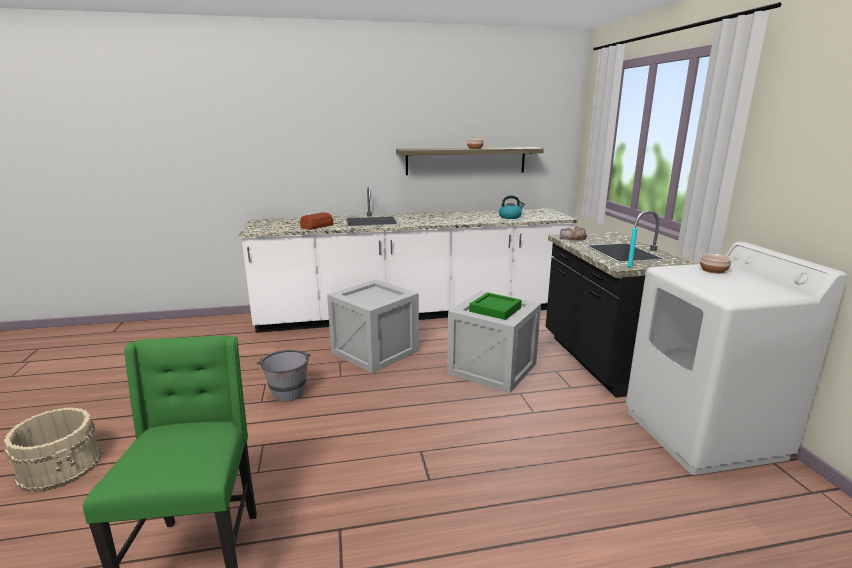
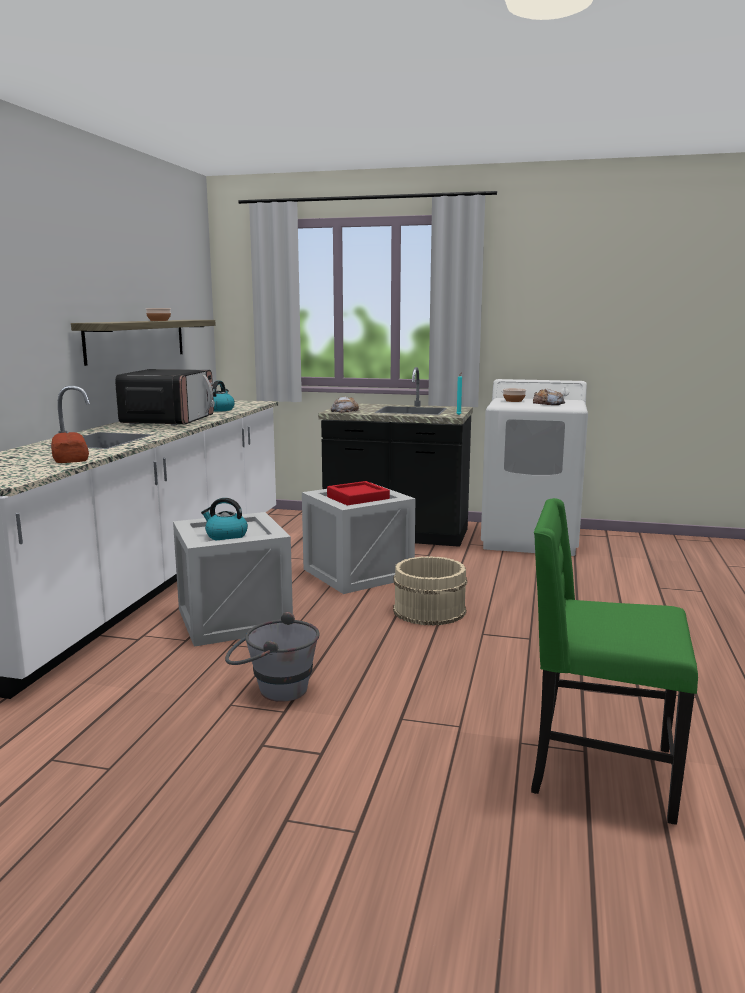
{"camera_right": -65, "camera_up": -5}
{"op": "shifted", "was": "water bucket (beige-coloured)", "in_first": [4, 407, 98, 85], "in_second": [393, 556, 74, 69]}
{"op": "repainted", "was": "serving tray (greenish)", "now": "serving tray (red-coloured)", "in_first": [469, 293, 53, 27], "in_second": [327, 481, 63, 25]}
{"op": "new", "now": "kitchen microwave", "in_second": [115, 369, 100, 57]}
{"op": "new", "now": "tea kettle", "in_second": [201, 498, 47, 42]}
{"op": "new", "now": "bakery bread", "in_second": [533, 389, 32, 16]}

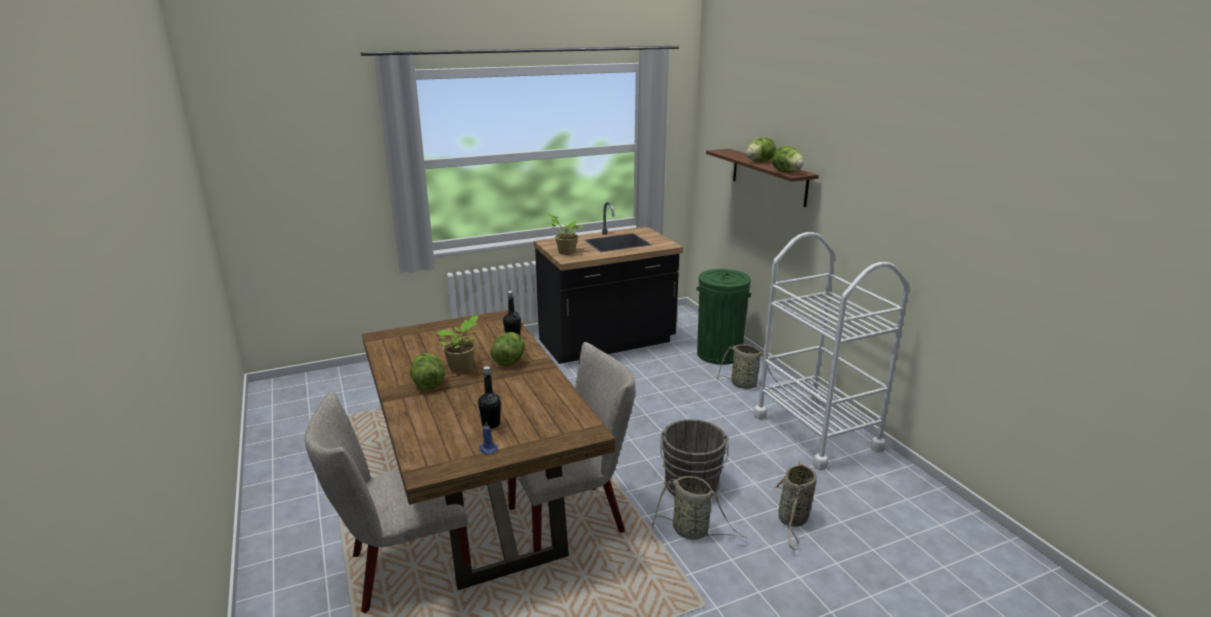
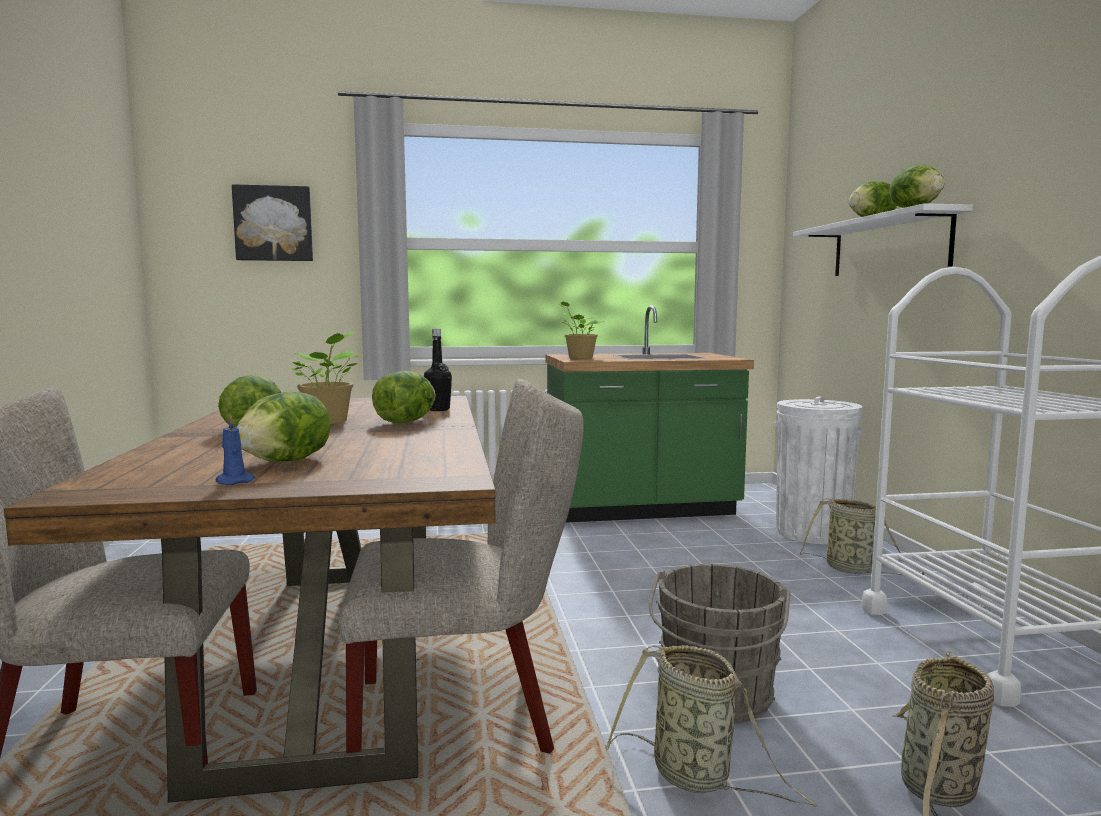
{"camera_right": 15, "camera_up": -15}
{"op": "swapped", "was": "bottle (black-coloured)", "now": "lettuce head", "in_first": [478, 366, 23, 63], "in_second": [237, 391, 94, 71]}
{"op": "repainted", "was": "kitchen counter (black-coloured)", "now": "kitchen counter (greenish)", "in_first": [534, 202, 149, 162], "in_second": [546, 305, 208, 218]}
{"op": "repainted", "was": "trash can (greenish)", "now": "trash can (white-coloured)", "in_first": [697, 269, 54, 96], "in_second": [775, 397, 88, 147]}
{"op": "repainted", "was": "shelf (brownish)", "now": "shelf (white-coloured)", "in_first": [706, 149, 113, 58], "in_second": [793, 203, 180, 73]}
{"op": "new", "now": "wall art", "in_second": [232, 184, 81, 77]}

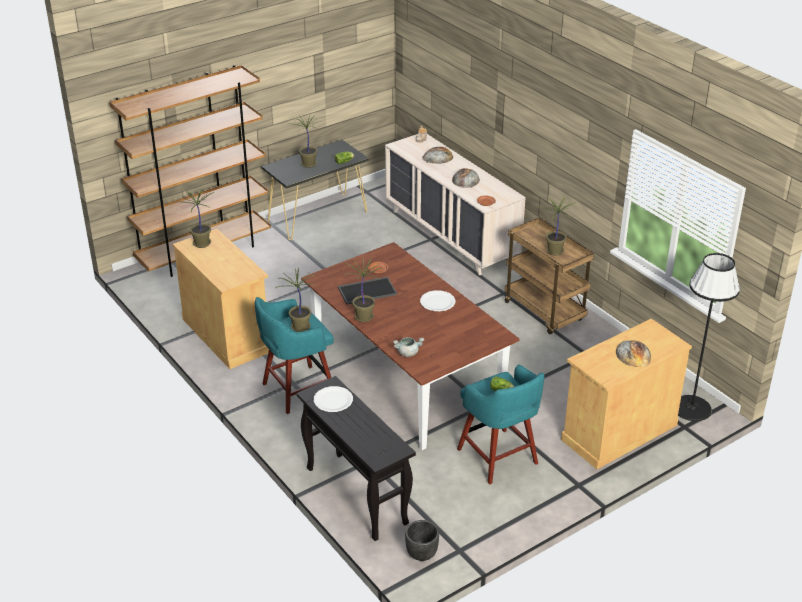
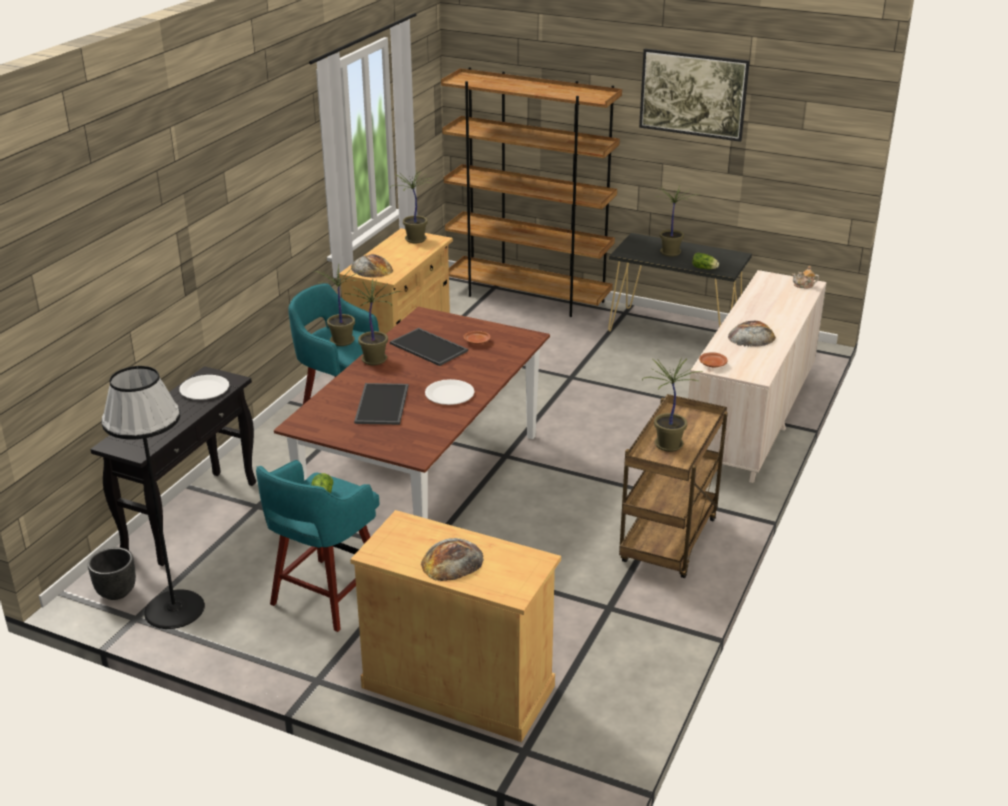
{"camera_right": 60, "camera_up": -5}
{"op": "gone", "was": "cooking pot (grey)", "in_first": [393, 337, 31, 20]}
{"op": "shifted", "was": "bakery bread", "in_first": [422, 147, 31, 17], "in_second": [351, 254, 42, 24]}
{"op": "shifted", "was": "floor lamp (black-coloured)", "in_first": [678, 253, 62, 168], "in_second": [101, 366, 104, 263]}
{"op": "new", "now": "serving tray", "in_second": [354, 383, 54, 42]}
{"op": "new", "now": "wall art", "in_second": [639, 49, 111, 93]}

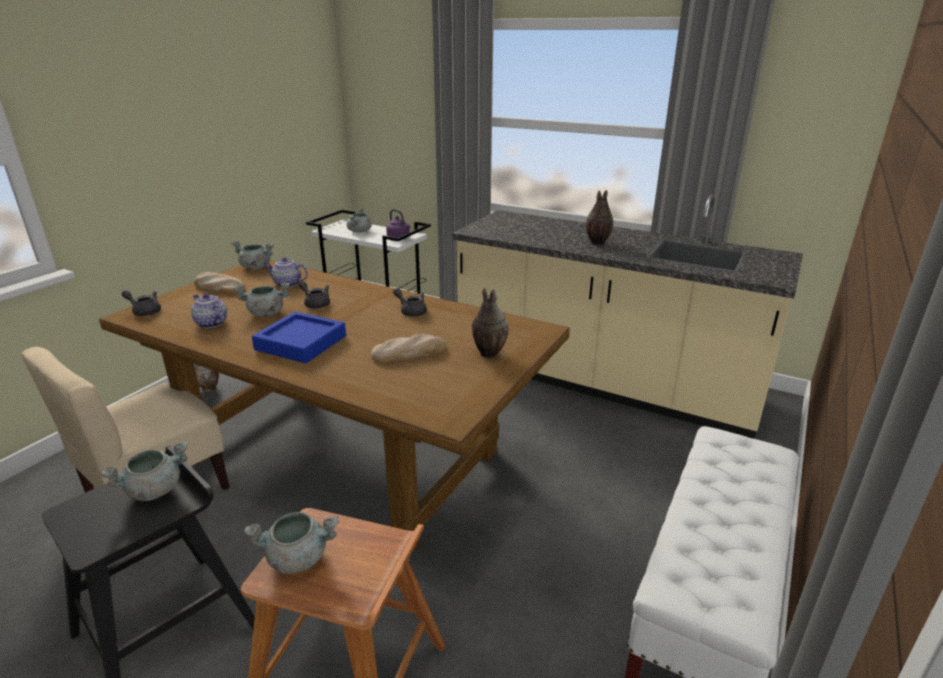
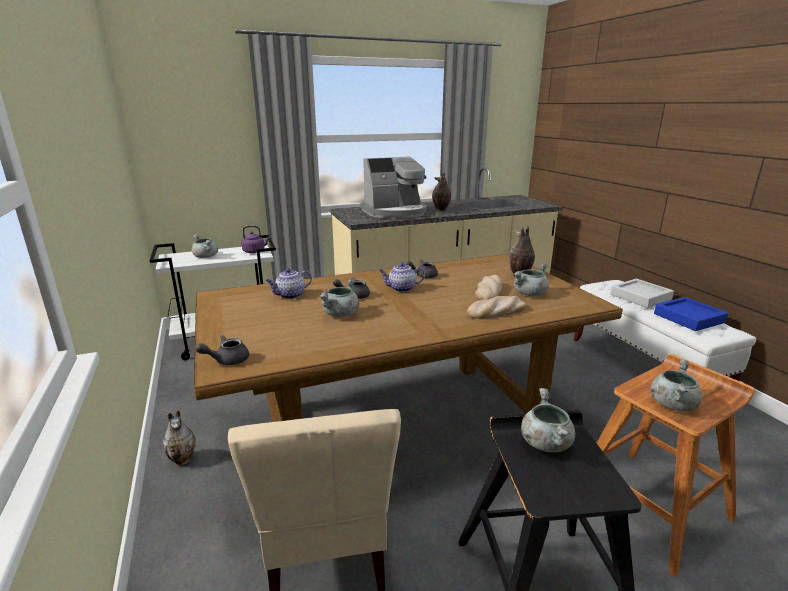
{"camera_right": -50, "camera_up": -5}
{"op": "shifted", "was": "tea pot", "in_first": [191, 293, 36, 35], "in_second": [379, 263, 46, 29]}
{"op": "shifted", "was": "bakery bread", "in_first": [194, 272, 51, 22], "in_second": [467, 296, 60, 23]}
{"op": "shifted", "was": "cooking pot (grey)", "in_first": [231, 241, 43, 28], "in_second": [513, 264, 36, 32]}
{"op": "shifted", "was": "serving tray (blue)", "in_first": [252, 311, 94, 52], "in_second": [654, 297, 74, 34]}
{"op": "new", "now": "coffee brewer", "in_second": [360, 156, 67, 63]}
{"op": "new", "now": "serving tray (grey)", "in_second": [610, 279, 64, 29]}

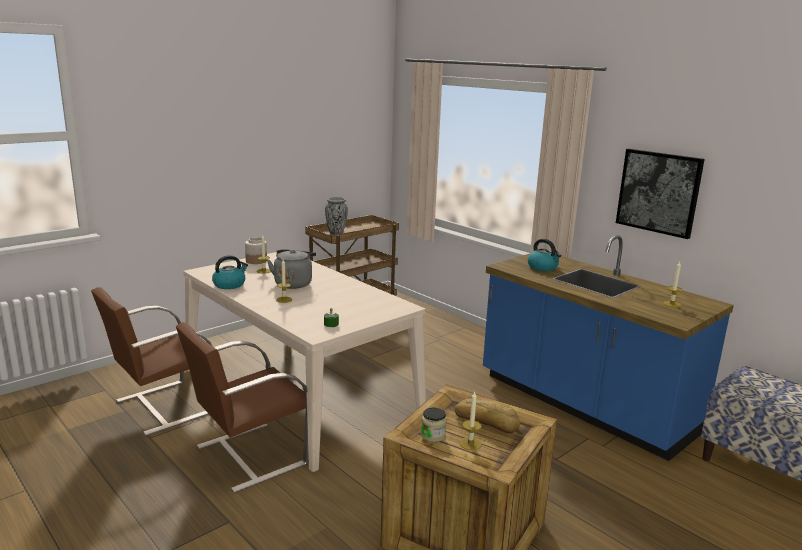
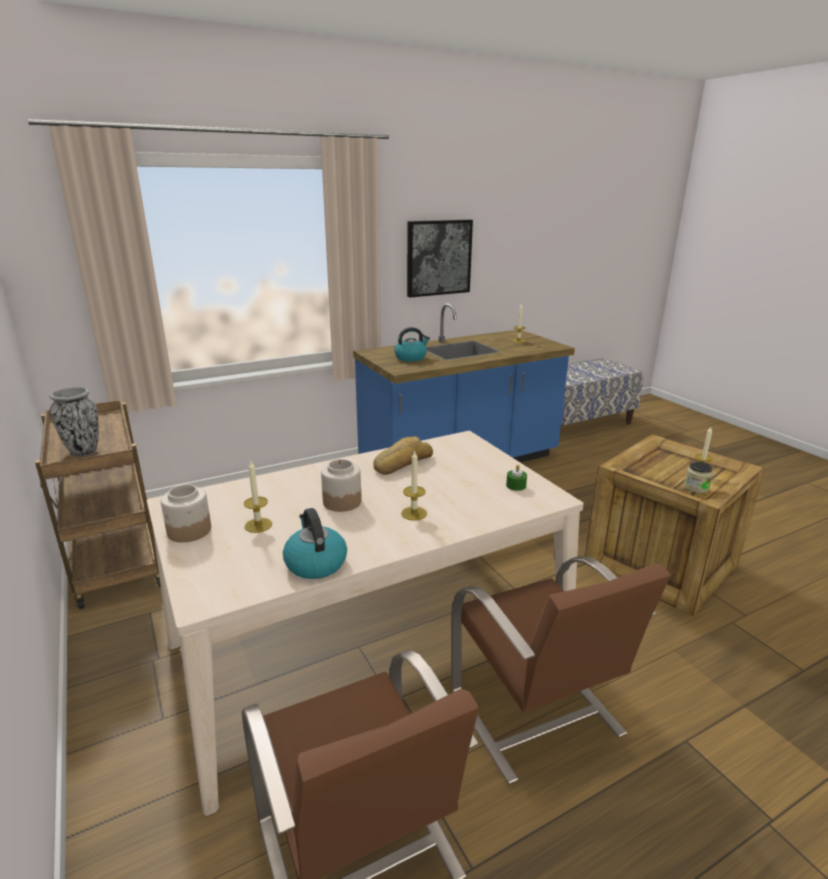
{"camera_right": -75, "camera_up": 5}
{"op": "swapped", "was": "tea kettle (grey)", "now": "jar", "in_first": [267, 249, 49, 40], "in_second": [321, 459, 41, 53]}
{"op": "shifted", "was": "bakery bread", "in_first": [455, 399, 65, 34], "in_second": [373, 436, 60, 39]}

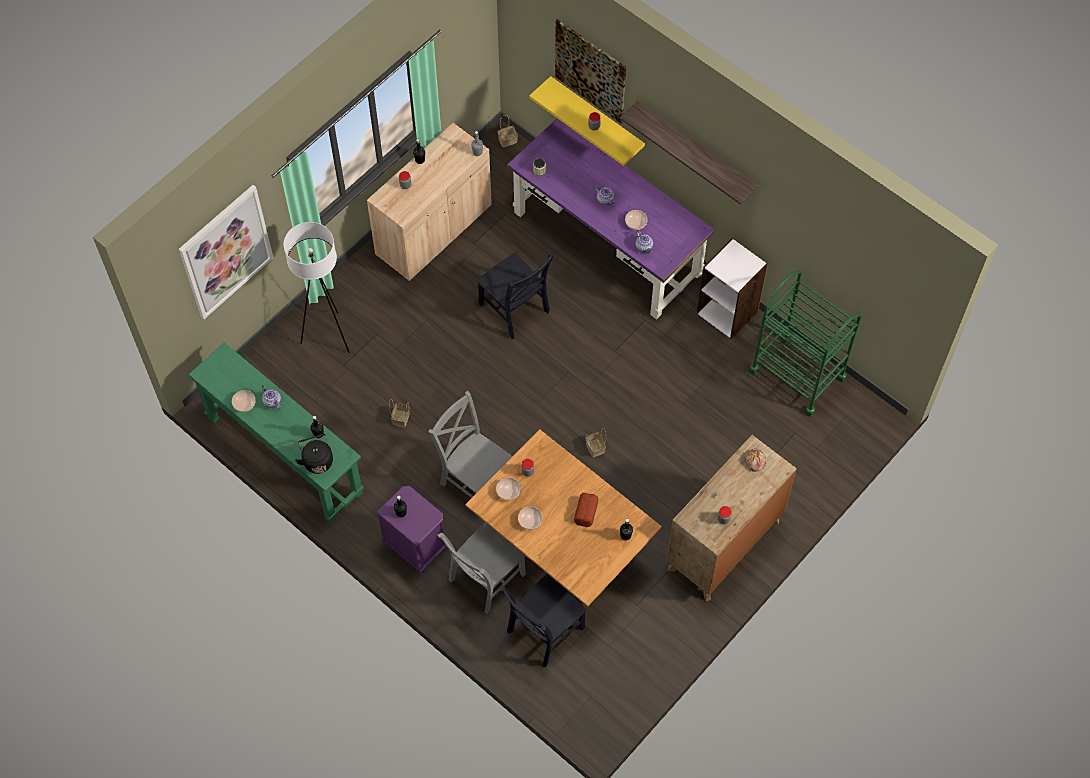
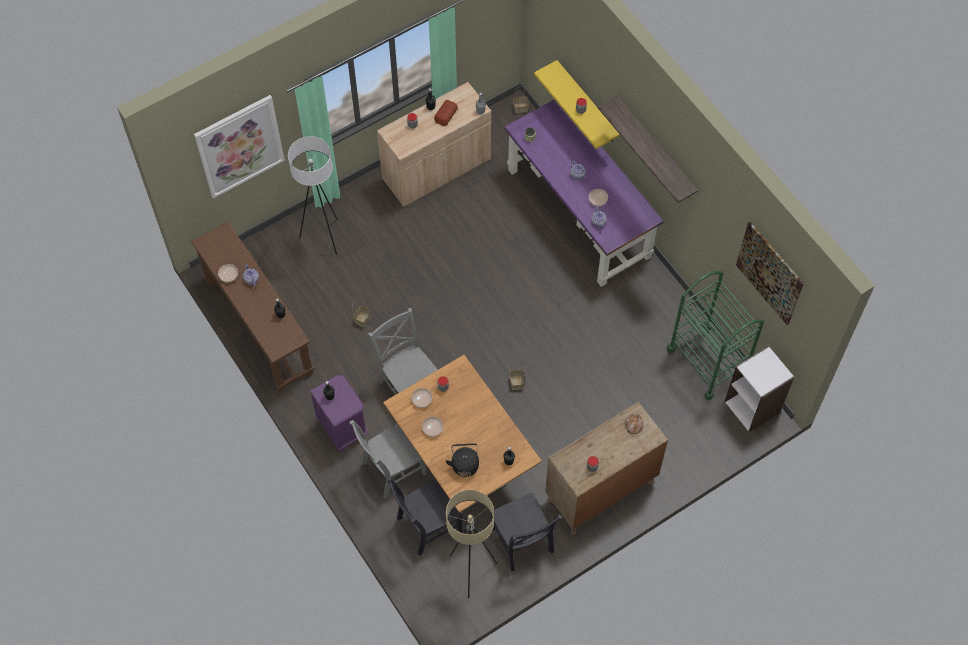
{"camera_right": 15, "camera_up": 0}
{"op": "repainted", "was": "hall table (greenish)", "now": "hall table (brownish)", "in_first": [189, 342, 175, 181], "in_second": [191, 222, 123, 170]}
{"op": "shifted", "was": "tea kettle (black-coloured)", "in_first": [295, 434, 38, 40], "in_second": [446, 443, 33, 34]}
{"op": "shifted", "was": "chair (black-coloured)", "in_first": [476, 253, 79, 86], "in_second": [490, 493, 72, 78]}
{"op": "shifted", "was": "wall art", "in_first": [555, 19, 71, 105], "in_second": [736, 222, 68, 103]}
{"op": "shifted", "was": "bakery bread", "in_first": [574, 493, 24, 34], "in_second": [434, 100, 24, 26]}
{"op": "shifted", "was": "bookshelf (white-coloured)", "in_first": [697, 238, 71, 101], "in_second": [725, 346, 70, 86]}
{"op": "new", "now": "floor lamp (beige-coloured)", "in_second": [446, 490, 51, 108]}

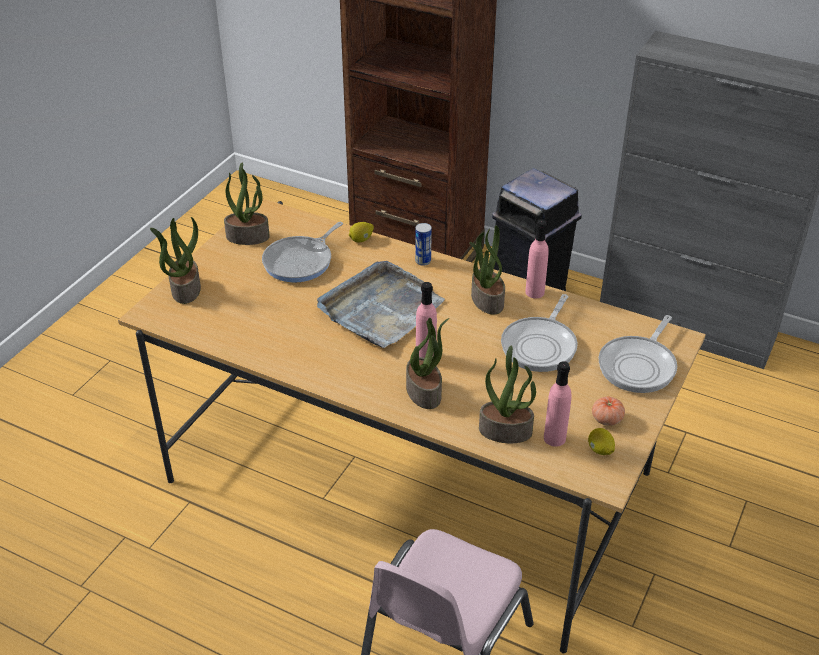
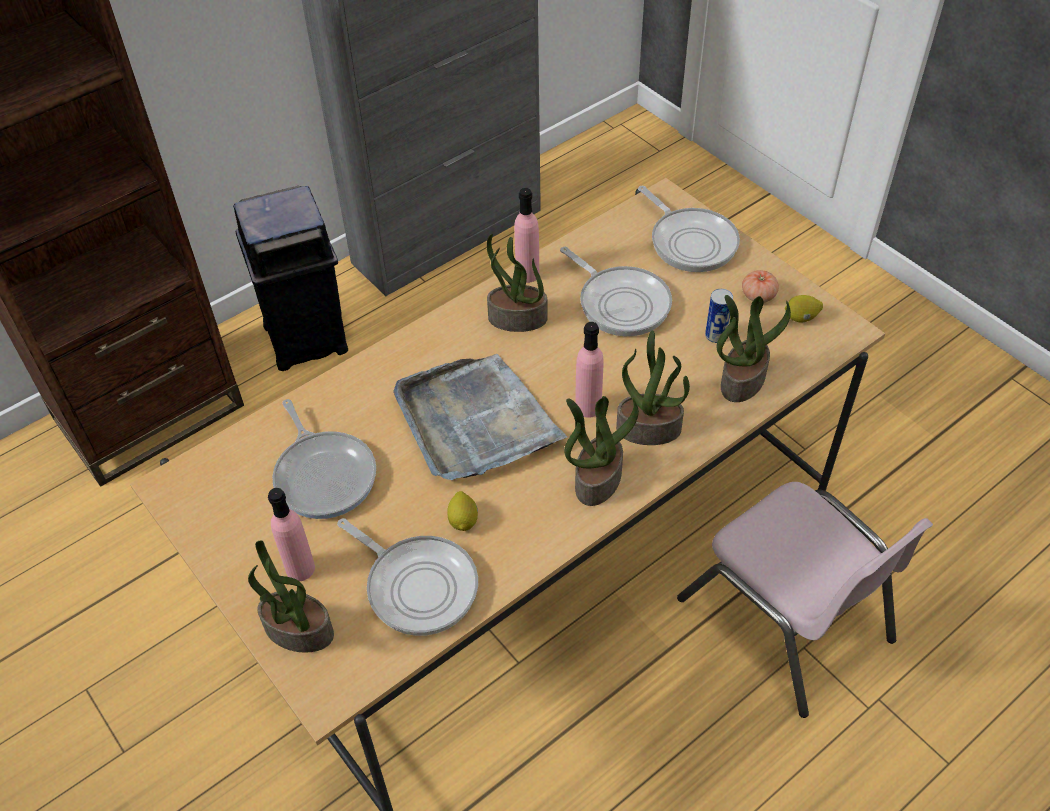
{"camera_right": -65, "camera_up": 10}
{"op": "shifted", "was": "houseplant", "in_first": [224, 163, 46, 82], "in_second": [564, 396, 75, 110]}
{"op": "shifted", "was": "lemon", "in_first": [349, 222, 25, 20], "in_second": [447, 491, 31, 40]}
{"op": "shifted", "was": "can", "in_first": [415, 223, 17, 43], "in_second": [705, 289, 28, 54]}
{"op": "shifted", "was": "bottle (pink)", "in_first": [544, 361, 28, 86], "in_second": [268, 488, 47, 93]}
{"op": "new", "now": "frying pan", "in_second": [337, 518, 141, 118]}

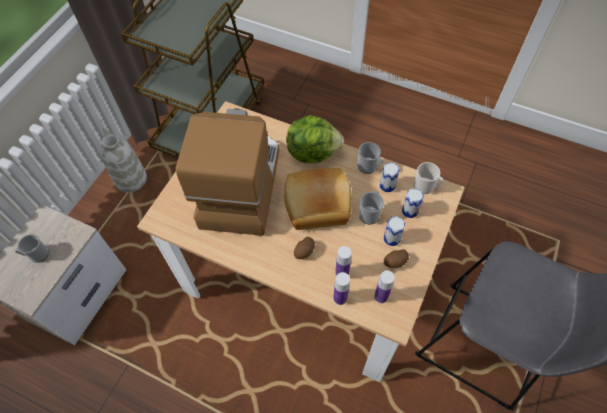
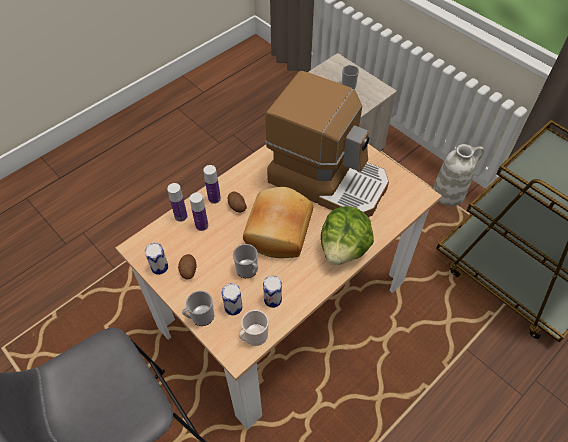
{"camera_right": 110, "camera_up": -5}
{"op": "shifted", "was": "tea mug", "in_first": [358, 142, 25, 32], "in_second": [182, 291, 32, 35]}
{"op": "shifted", "was": "bottle", "in_first": [374, 270, 21, 33], "in_second": [203, 165, 18, 39]}
{"op": "shifted", "was": "can", "in_first": [384, 216, 21, 30], "in_second": [145, 243, 23, 32]}

